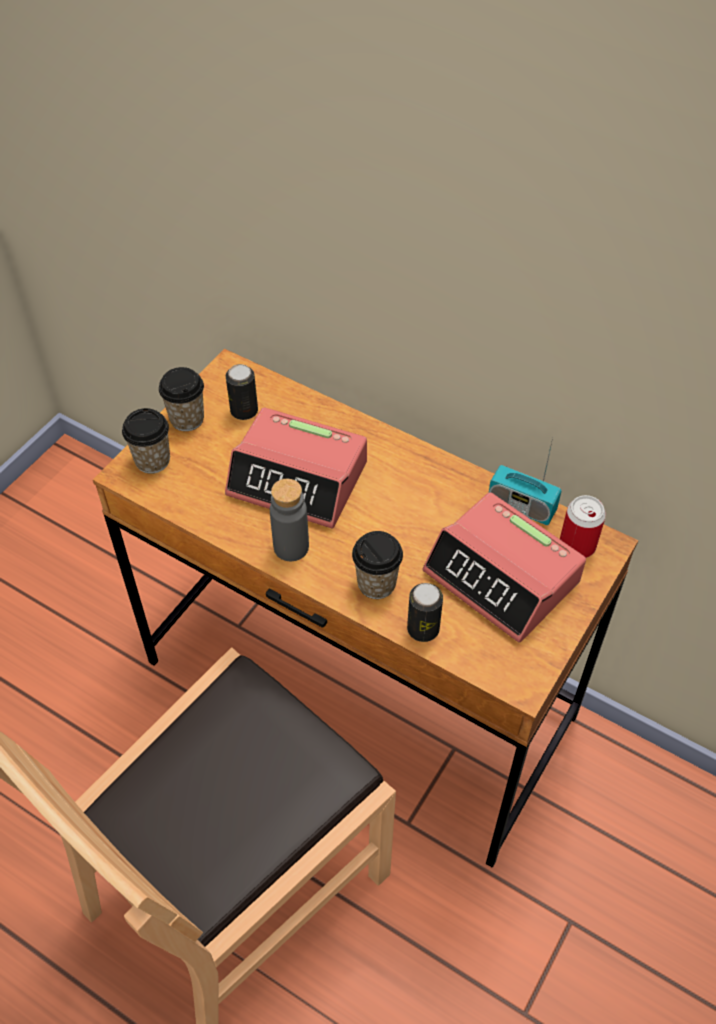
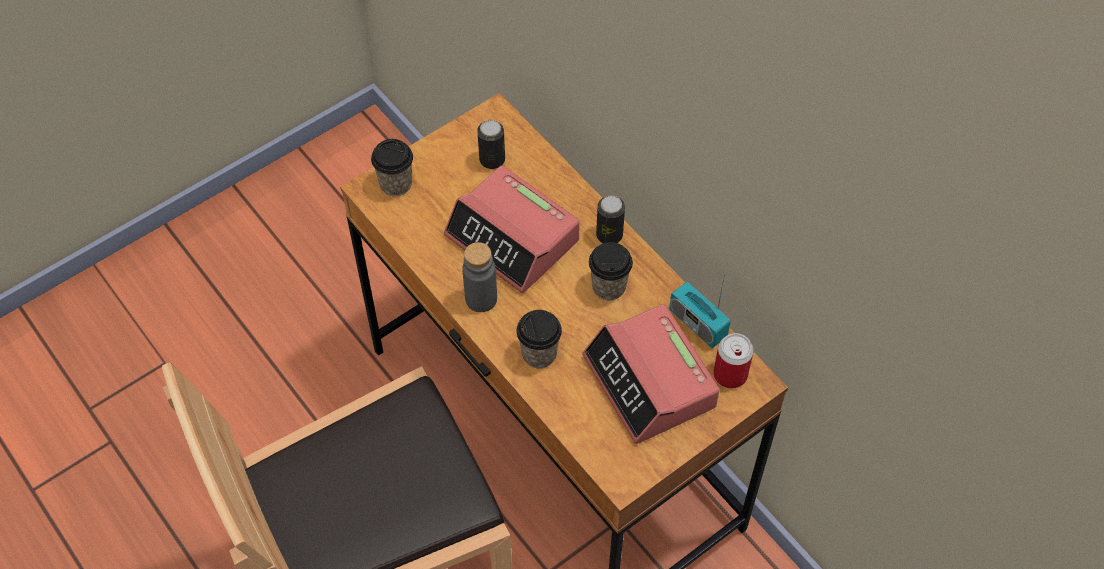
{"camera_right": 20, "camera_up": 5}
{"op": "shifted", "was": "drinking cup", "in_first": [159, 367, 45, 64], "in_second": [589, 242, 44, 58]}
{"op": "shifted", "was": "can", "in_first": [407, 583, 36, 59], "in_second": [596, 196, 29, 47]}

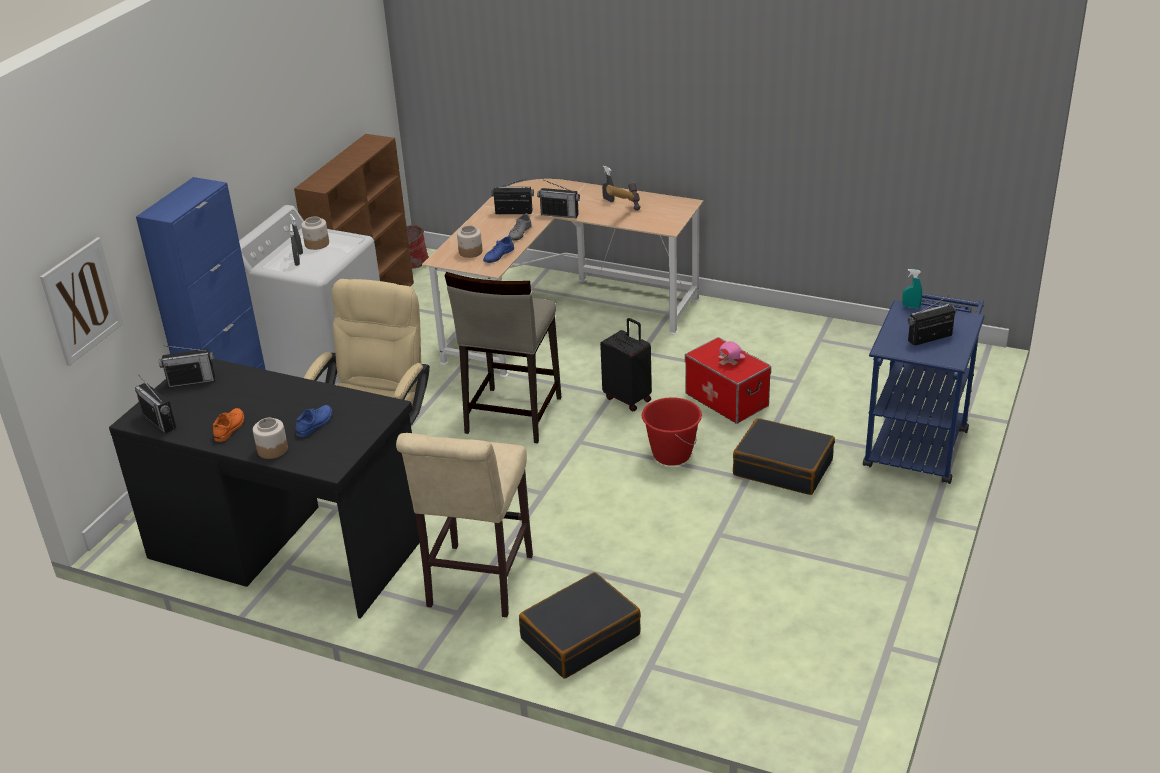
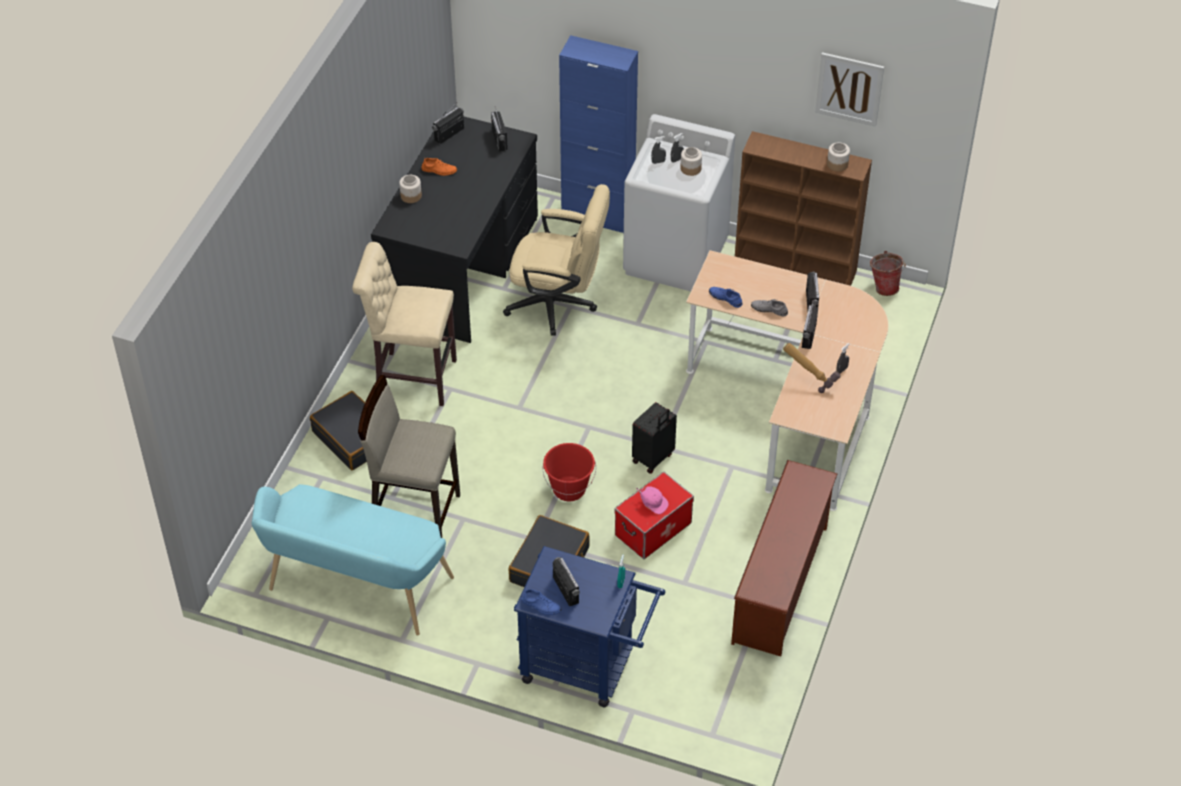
{"camera_right": 85, "camera_up": 15}
{"op": "shifted", "was": "wall art", "in_first": [40, 237, 83, 129], "in_second": [815, 52, 69, 75]}
{"op": "shifted", "was": "low shoe (blue)", "in_first": [296, 405, 36, 32], "in_second": [521, 589, 41, 26]}
{"op": "shifted", "was": "stool (beige-coloured)", "in_first": [445, 272, 117, 172], "in_second": [358, 375, 102, 163]}
{"op": "shifted", "was": "jar", "in_first": [457, 226, 26, 32], "in_second": [827, 142, 23, 29]}
{"op": "new", "now": "indoor bench (turquoise-coloured)", "in_second": [251, 484, 203, 152]}
{"op": "new", "now": "shoe stand (brownish)", "in_second": [731, 460, 107, 196]}

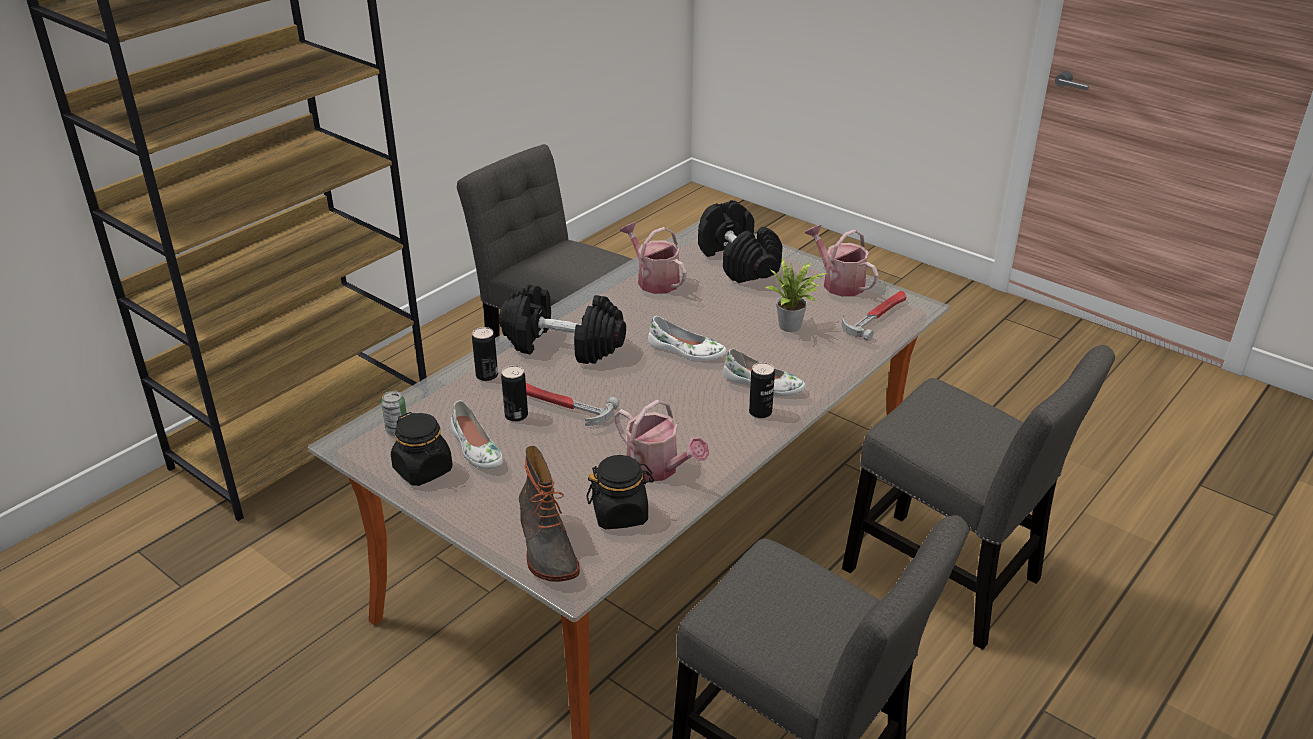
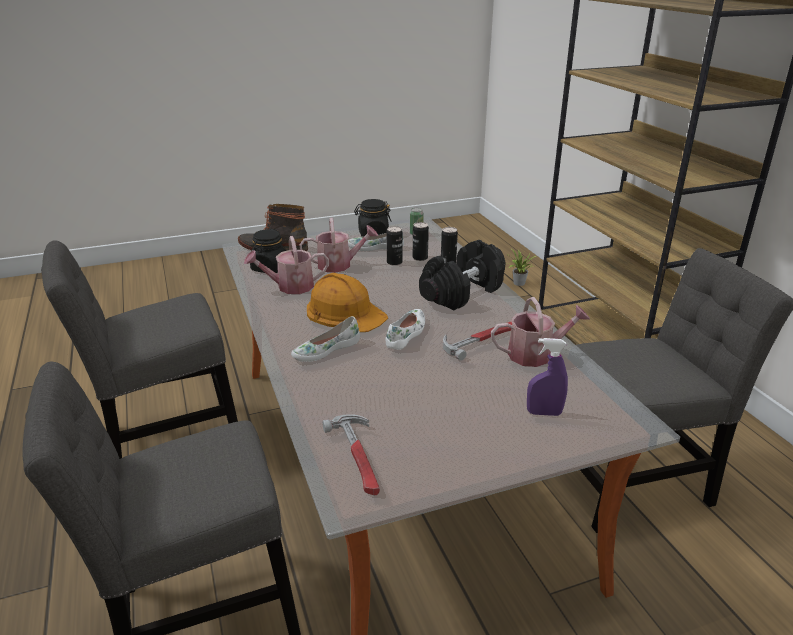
{"camera_right": 120, "camera_up": -5}
{"op": "shifted", "was": "hand hammer", "in_first": [526, 383, 93, 43], "in_second": [443, 322, 69, 39]}
{"op": "rotated", "was": "low shoe (white-coloured)", "in_first": [648, 316, 78, 45], "in_second": [386, 309, 39, 41], "clockwise": 150}
{"op": "swapped", "was": "hand weight (black-coloured)", "now": "hand sprayer (purple)", "in_first": [698, 200, 84, 83], "in_second": [527, 338, 41, 78]}
{"op": "shifted", "was": "can", "in_first": [749, 362, 26, 56], "in_second": [413, 222, 16, 39]}
{"op": "shifted", "was": "houseplant", "in_first": [765, 259, 62, 73], "in_second": [507, 248, 29, 38]}
{"op": "shifted", "was": "sprinkling can", "in_first": [805, 224, 74, 72], "in_second": [300, 218, 78, 55]}
{"op": "new", "now": "safety helmet (orangey)", "in_second": [307, 273, 81, 59]}

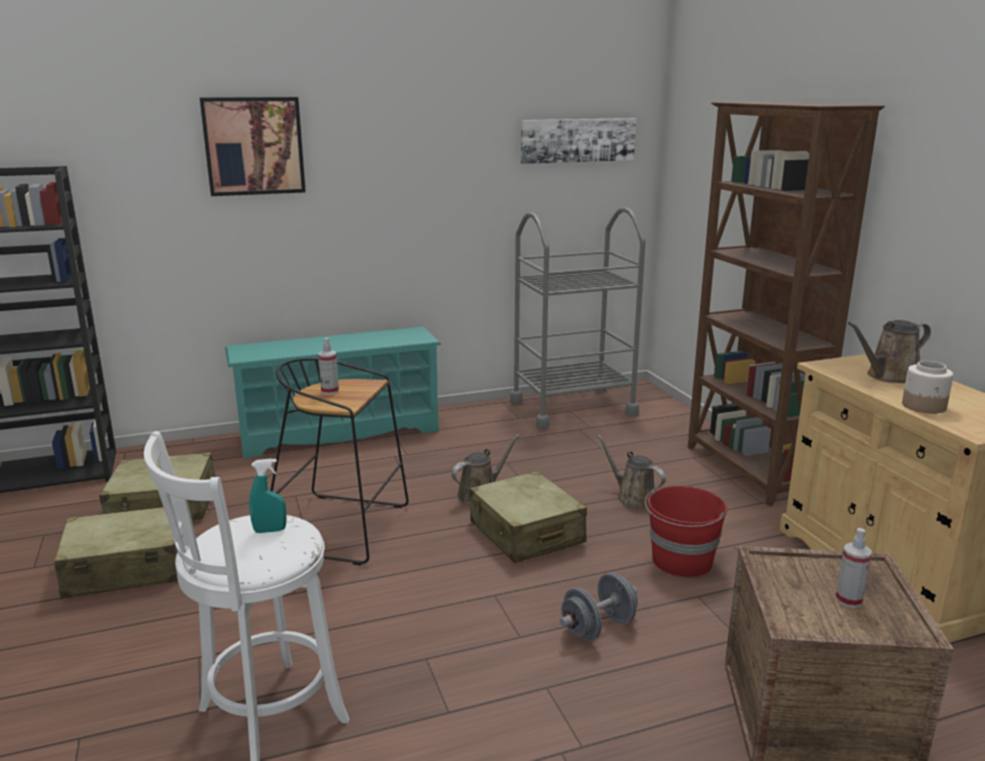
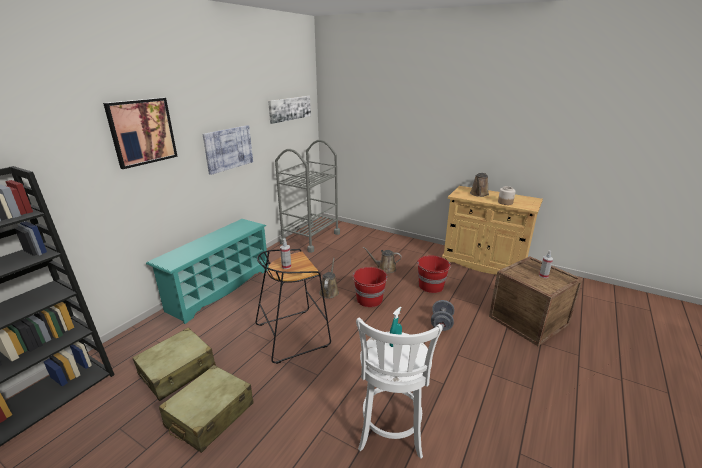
{"camera_right": -40, "camera_up": 5}
{"op": "swapped", "was": "piece of luggage (beige-coloured)", "now": "water bucket (red-coloured)", "in_first": [469, 471, 118, 92], "in_second": [352, 267, 36, 40]}
{"op": "gone", "was": "bookshelf (brownish)", "in_first": [688, 102, 197, 404]}
{"op": "new", "now": "wall art", "in_second": [202, 125, 51, 50]}

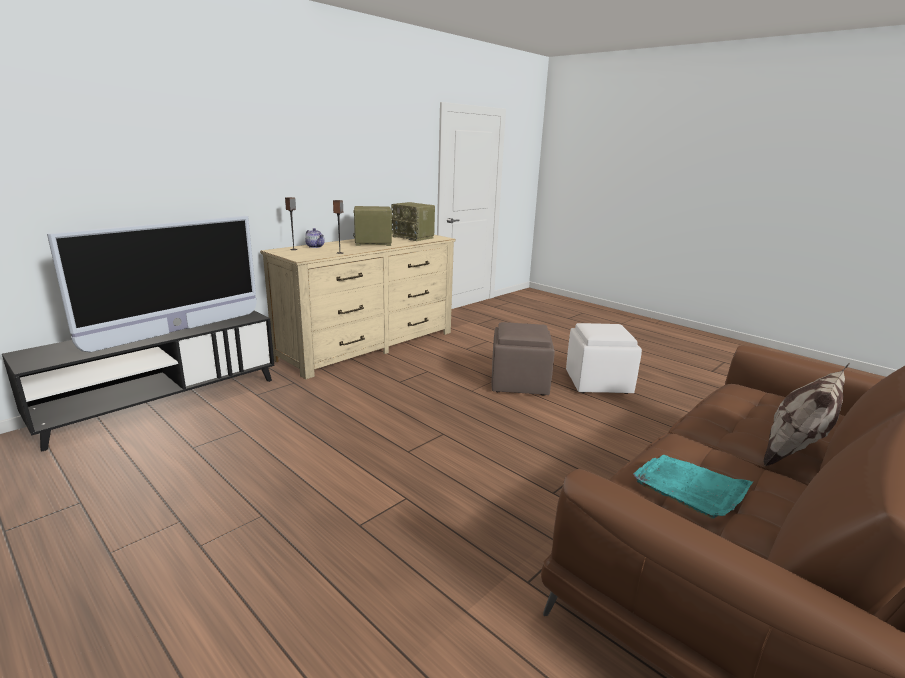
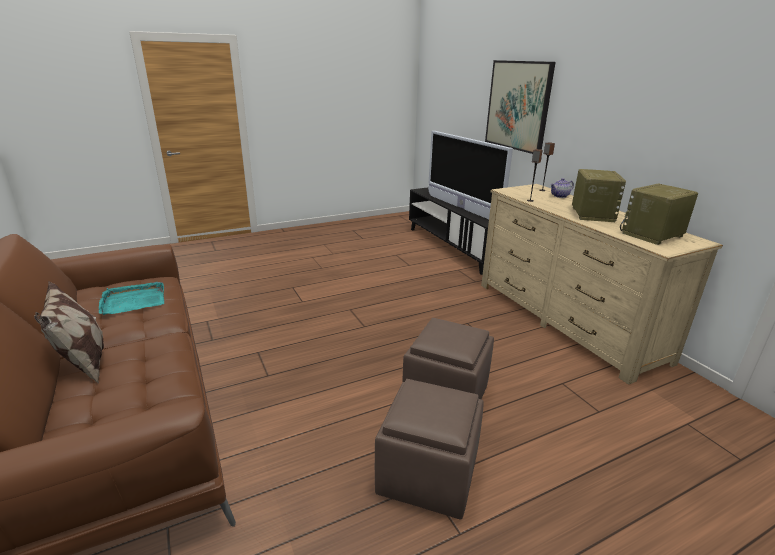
{"camera_right": 110, "camera_up": 5}
{"op": "repainted", "was": "pouffe (white-coloured)", "now": "pouffe (brownish)", "in_first": [566, 323, 76, 71], "in_second": [375, 379, 109, 141]}
{"op": "new", "now": "wall art", "in_second": [485, 60, 71, 94]}

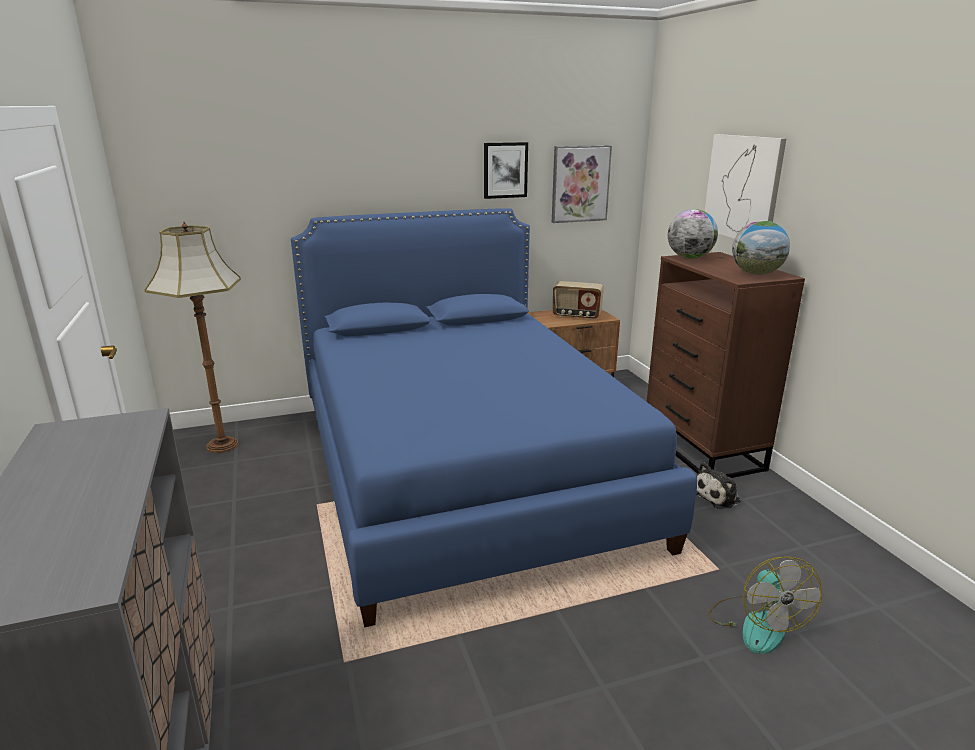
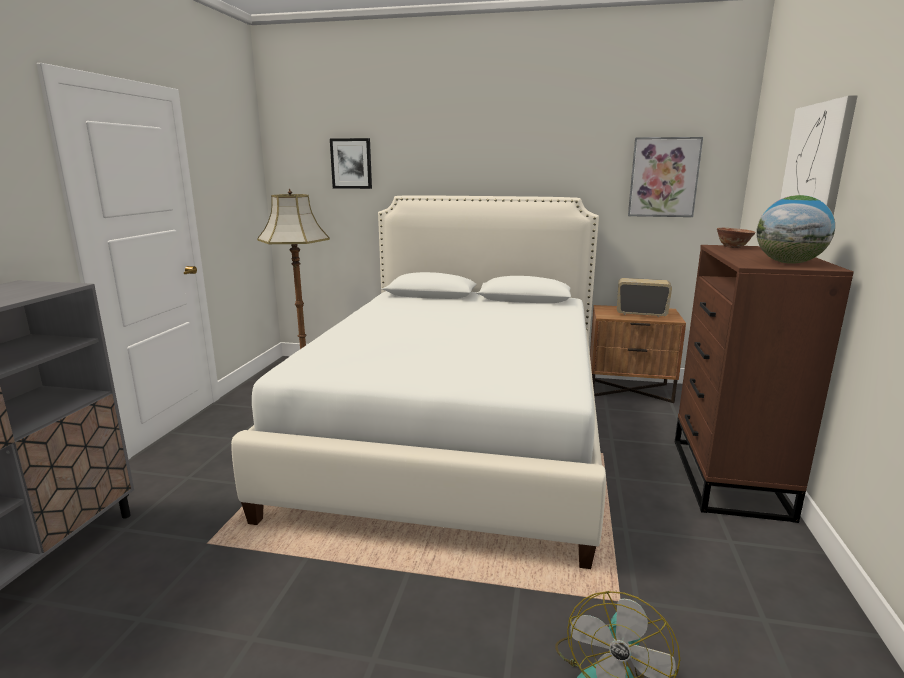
{"camera_right": 30, "camera_up": -5}
{"op": "repainted", "was": "bedroom bed (blue)", "now": "bedroom bed (white-coloured)", "in_first": [291, 208, 406, 420], "in_second": [231, 195, 375, 374]}
{"op": "shifted", "was": "wall art", "in_first": [484, 142, 44, 57], "in_second": [330, 138, 42, 51]}
{"op": "rotated", "was": "radio", "in_first": [553, 281, 51, 39], "in_second": [617, 278, 55, 39], "clockwise": 150}
{"op": "swapped", "was": "globe", "now": "serving bowl", "in_first": [668, 209, 50, 50], "in_second": [717, 228, 39, 20]}
{"op": "gone", "was": "cuddly toy", "in_first": [696, 462, 45, 47]}

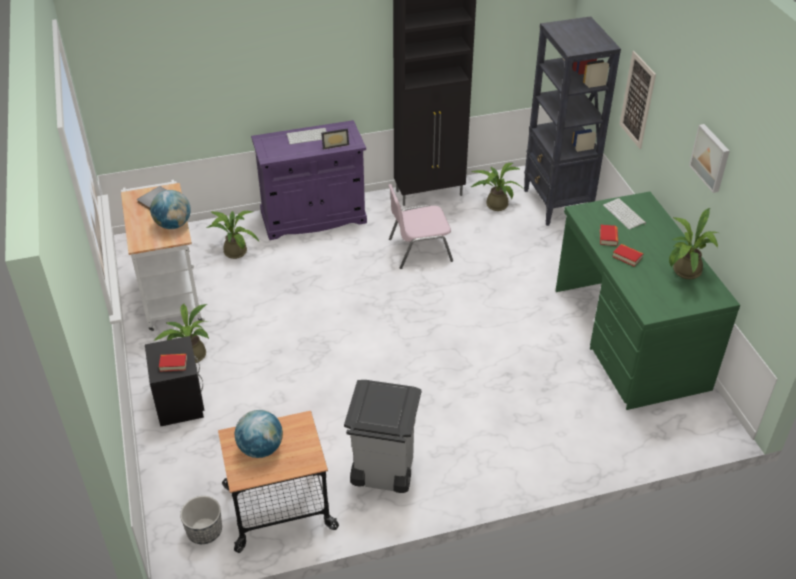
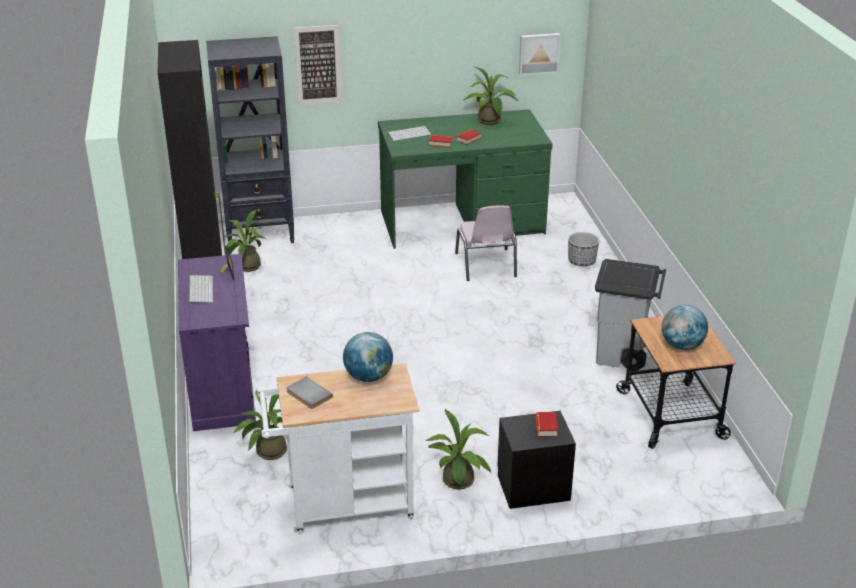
{"camera_right": -85, "camera_up": -10}
{"op": "shifted", "was": "flower pot", "in_first": [180, 496, 42, 48], "in_second": [568, 232, 31, 34]}
{"op": "shifted", "was": "chair (pink)", "in_first": [389, 184, 64, 85], "in_second": [455, 205, 62, 76]}
{"op": "shifted", "was": "wall art", "in_first": [689, 124, 41, 69], "in_second": [519, 33, 42, 42]}

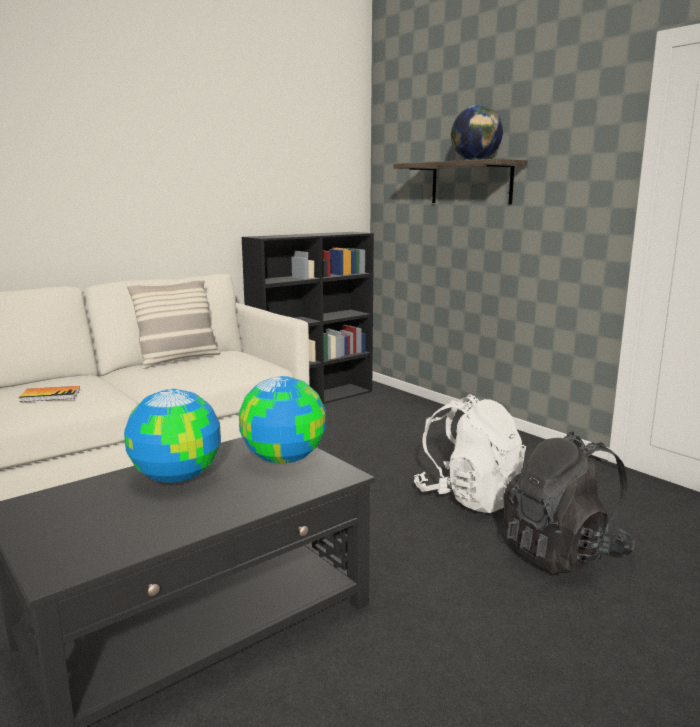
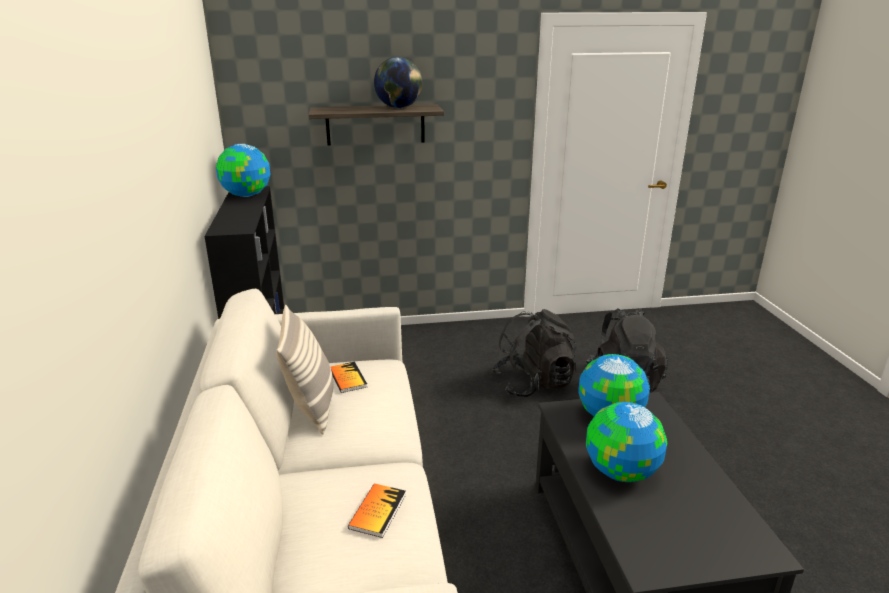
{"camera_right": -60, "camera_up": 10}
{"op": "repainted", "was": "backpack (white-coloured)", "now": "backpack (black-coloured)", "in_first": [414, 394, 112, 119], "in_second": [492, 309, 85, 88]}
{"op": "new", "now": "globe", "in_second": [216, 144, 55, 53]}
{"op": "new", "now": "volume", "in_second": [330, 362, 37, 31]}

